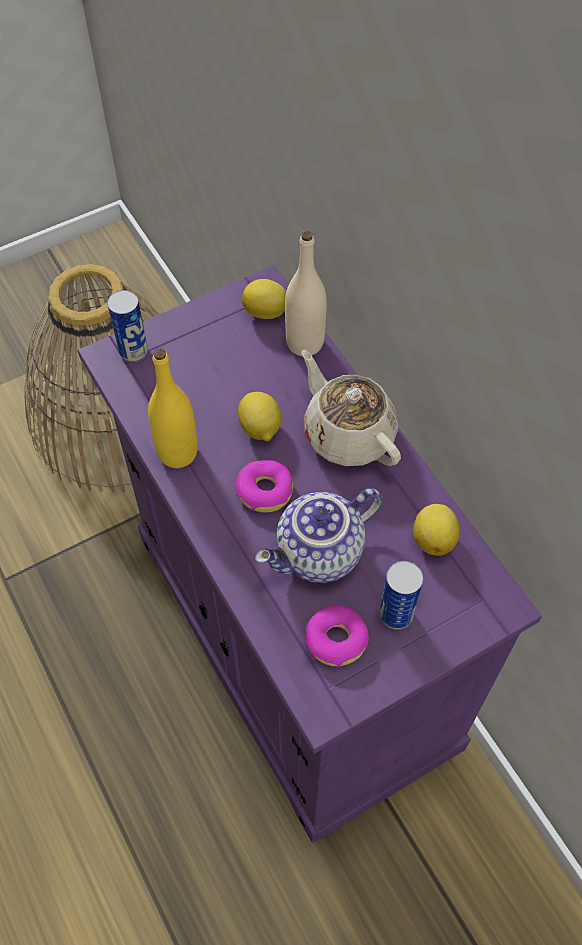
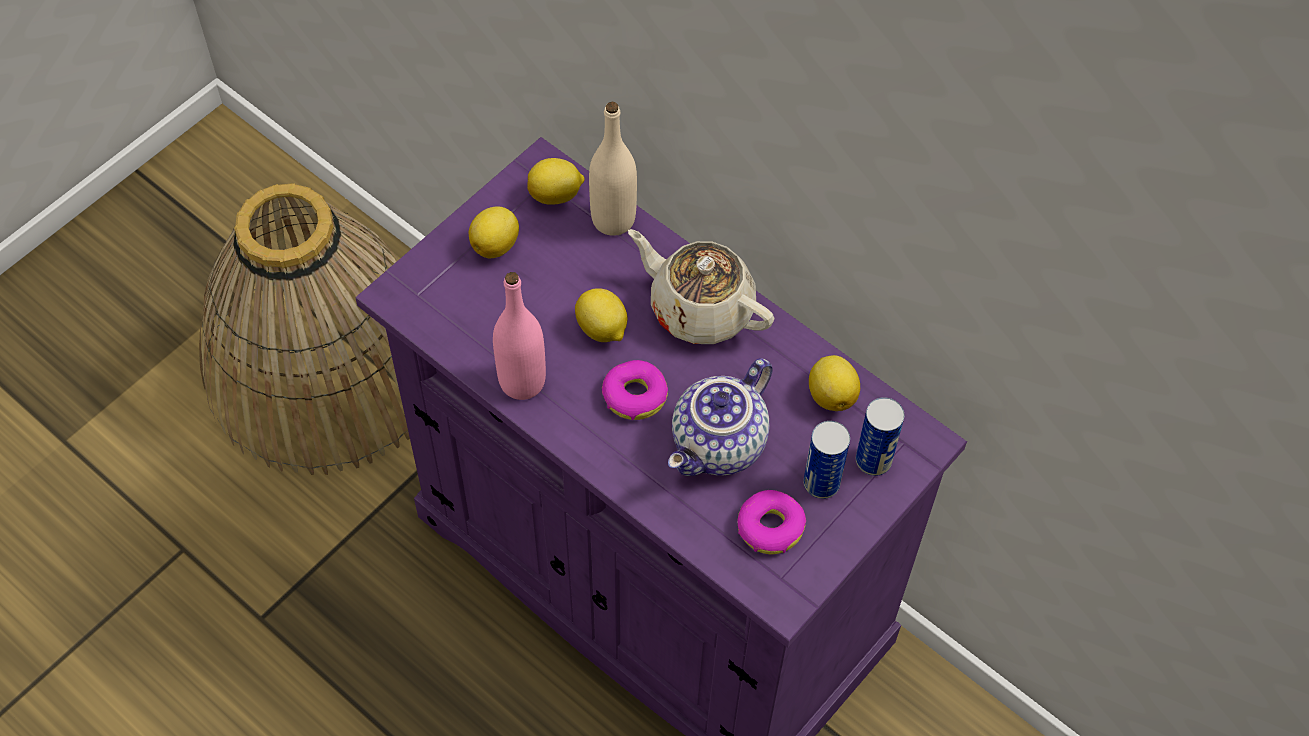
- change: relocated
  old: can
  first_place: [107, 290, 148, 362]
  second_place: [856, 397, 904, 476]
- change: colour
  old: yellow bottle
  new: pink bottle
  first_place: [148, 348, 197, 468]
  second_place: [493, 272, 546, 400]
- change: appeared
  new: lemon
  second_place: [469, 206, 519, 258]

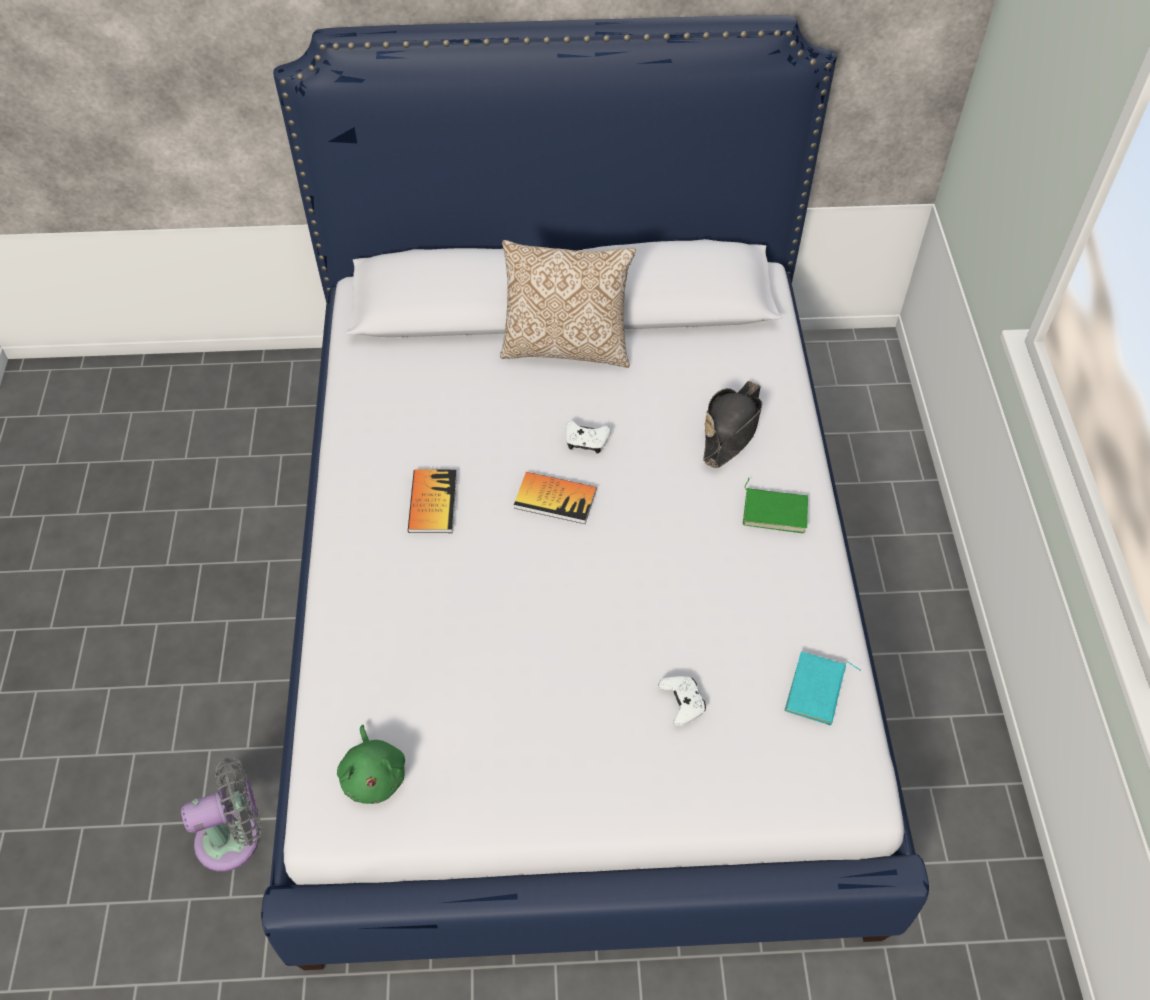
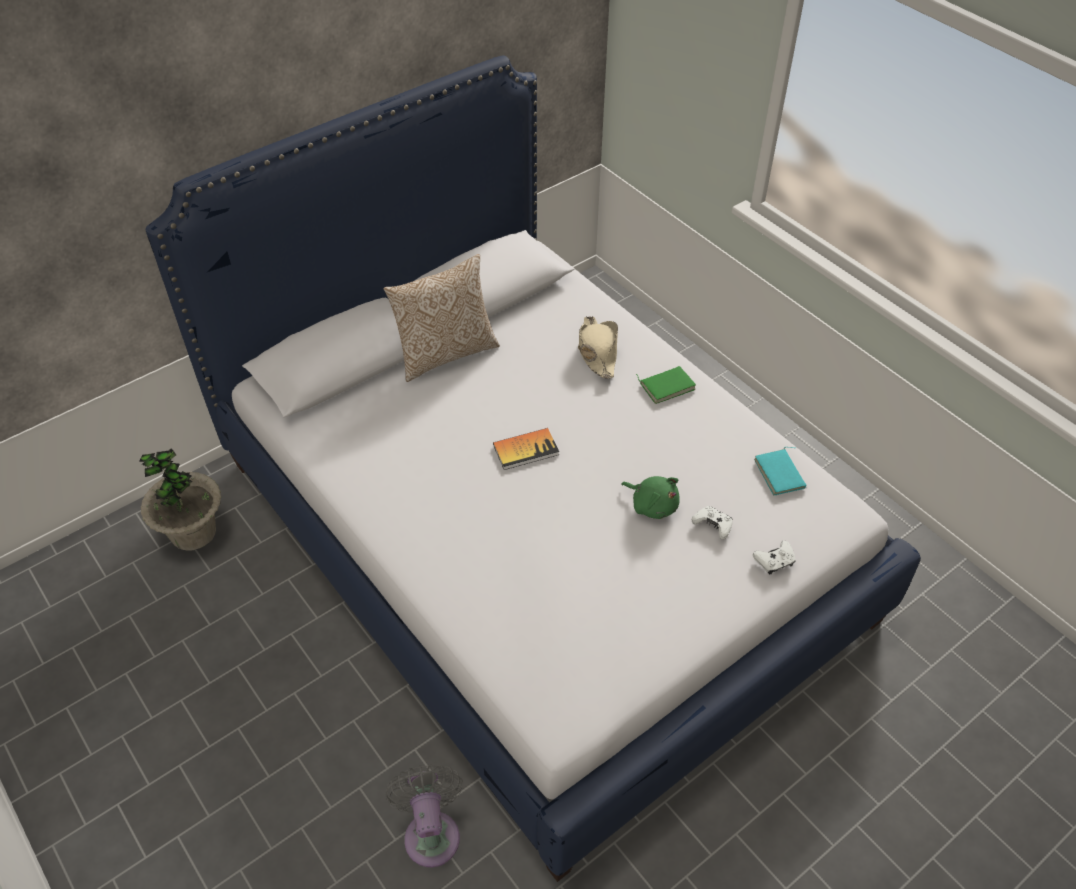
- change: spun
  old: grey fan
  first_place: [181, 758, 261, 872]
  second_place: [385, 765, 463, 867]
  degrees: -45
- change: relocated
  old: green plush toy
  first_place: [337, 725, 405, 804]
  second_place: [621, 476, 680, 519]
- change: missing
  old: book
  first_place: [408, 470, 457, 533]
- change: relocated
  old: white game controller
  first_place: [565, 421, 611, 454]
  second_place: [753, 540, 796, 574]
- change: colour
  old: black hat
  new: beige hat
  first_place: [703, 381, 763, 468]
  second_place: [578, 316, 618, 379]
- change: appeared
  new: potted plant
  second_place: [139, 448, 221, 551]

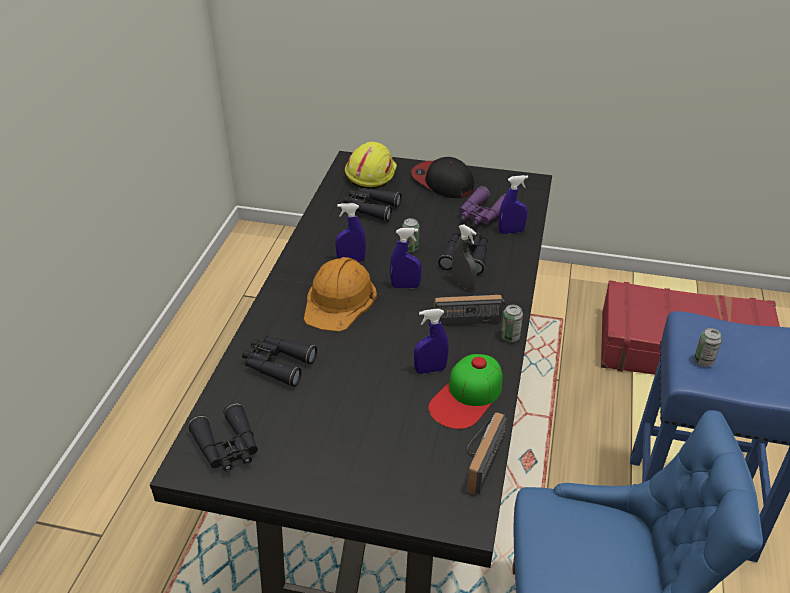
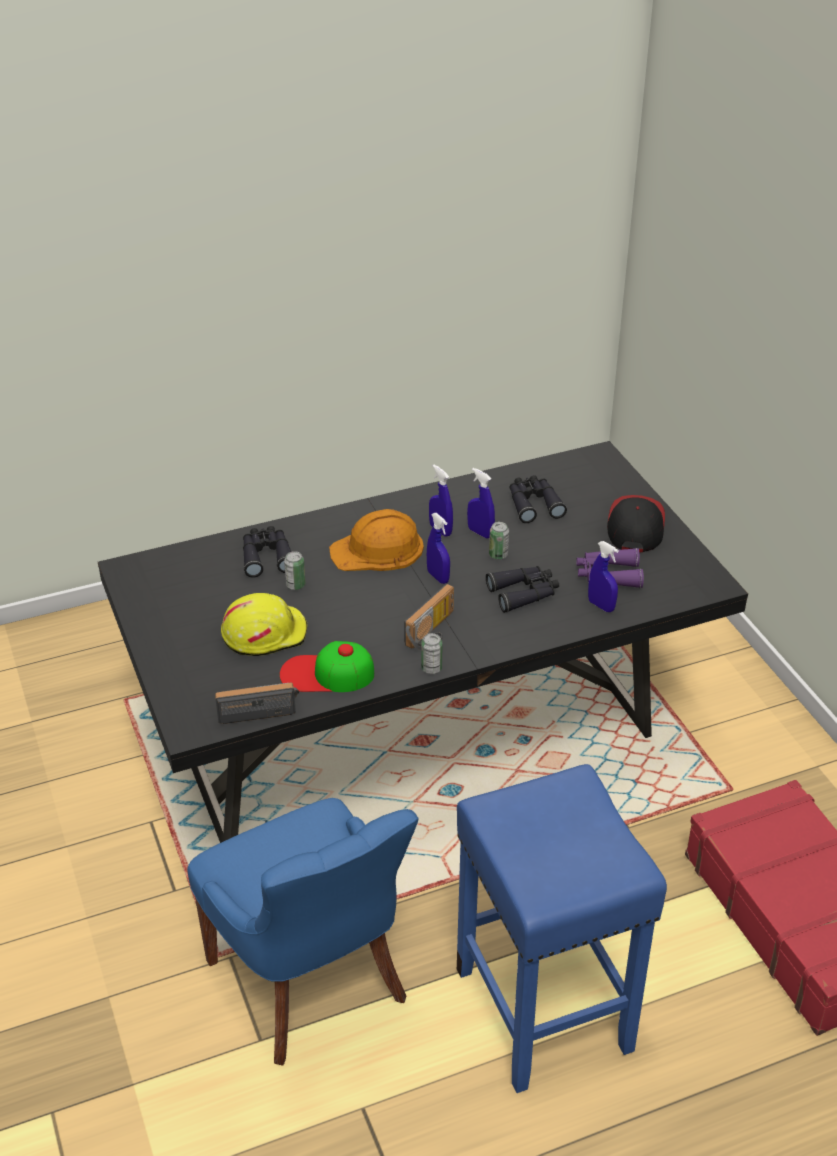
- change: missing
  old: black binoculars
  first_place: [187, 402, 258, 472]
- change: relocated
  old: yellow hard hat
  first_place: [345, 142, 397, 189]
  second_place: [221, 593, 307, 656]
- change: relocated
  old: blue spray bottle
  first_place: [414, 309, 449, 374]
  second_place: [467, 468, 495, 539]
- change: spun
  old: radio
  first_place: [434, 295, 506, 326]
  second_place: [404, 584, 454, 650]
  degrees: 75
- change: missing
  old: grey spray bottle
  first_place: [452, 224, 477, 290]
- change: relocated
  old: can
  first_place: [694, 328, 722, 367]
  second_place: [284, 551, 306, 590]

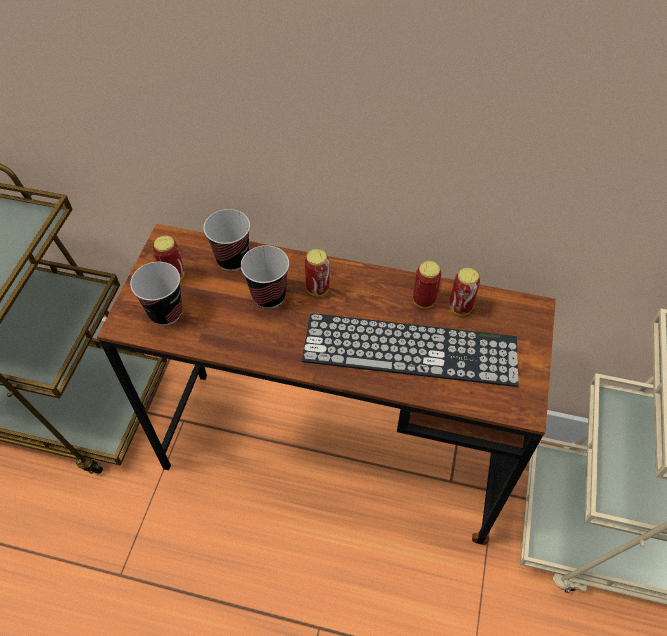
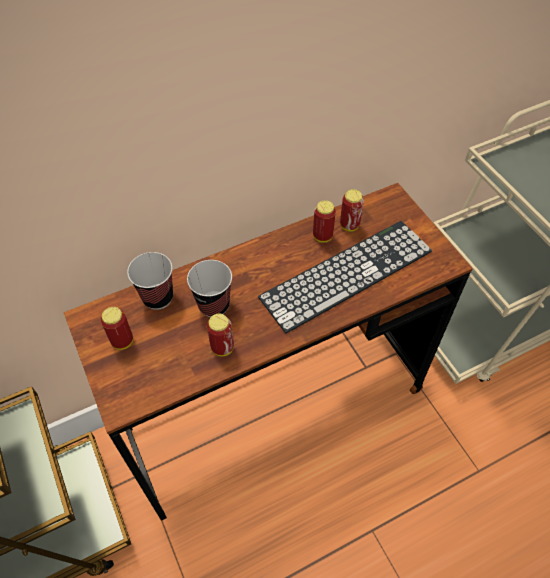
- change: missing
  old: cup
  first_place: [130, 262, 183, 325]
- change: relocated
  old: can
  first_place: [305, 249, 329, 296]
  second_place: [207, 314, 234, 356]

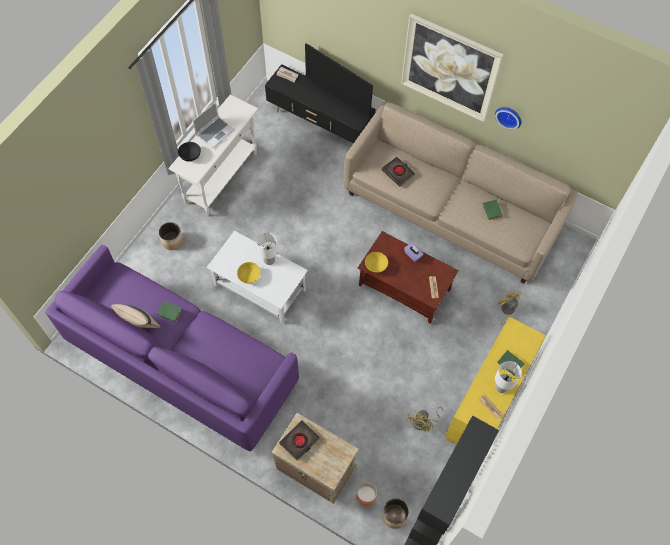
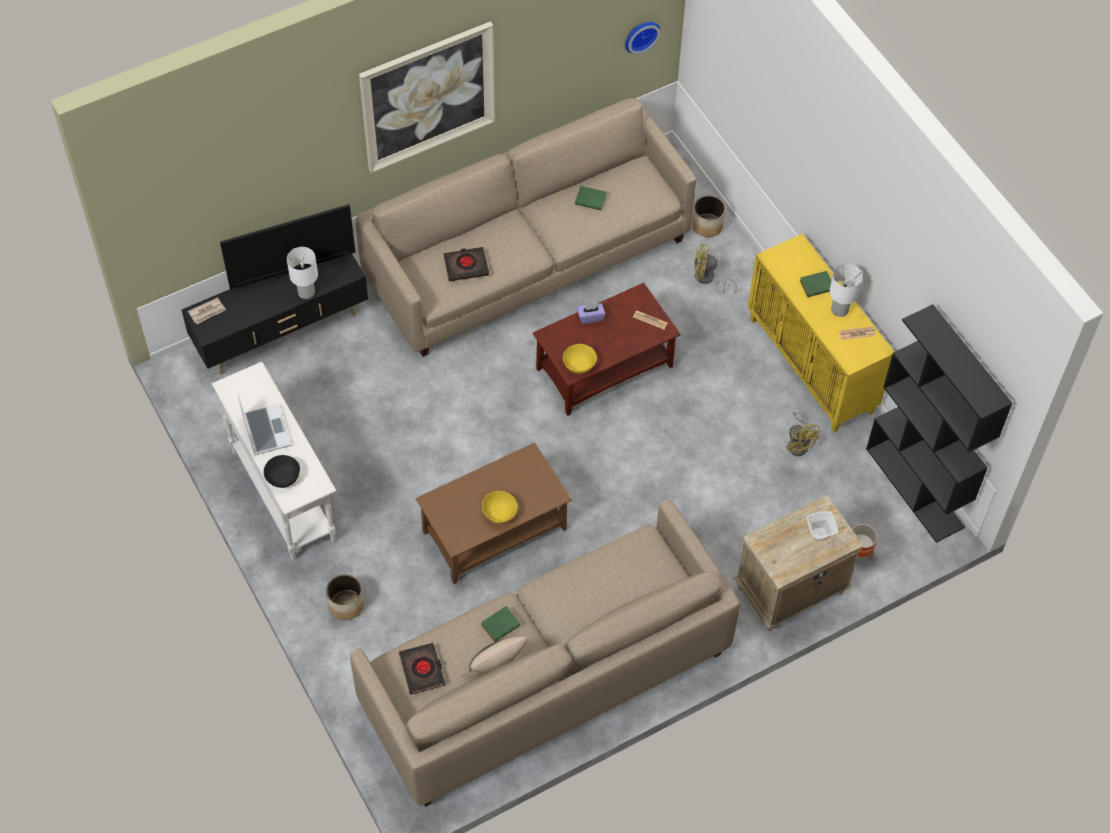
- change: colour
  old: purple sofa
  new: beige sofa
  first_place: [45, 245, 299, 451]
  second_place: [350, 499, 740, 807]
- change: colour
  old: white coffee table
  new: brown coffee table
  first_place: [207, 231, 308, 324]
  second_place: [416, 443, 572, 584]
- change: relocated
  old: white table lamp
  first_place: [257, 232, 278, 265]
  second_place: [287, 247, 318, 299]
- change: relocated
  old: black book
  first_place: [279, 420, 319, 461]
  second_place: [399, 643, 445, 695]
- change: relocated
  old: planter
  first_place: [382, 498, 409, 529]
  second_place: [692, 196, 725, 237]
- change: relocated
  old: wall clock
  first_place: [495, 107, 522, 130]
  second_place: [625, 22, 660, 54]
- change: appeared
  new: bowl
  second_place: [807, 511, 838, 541]

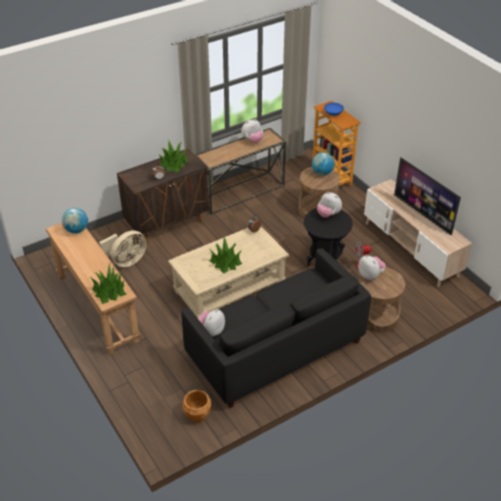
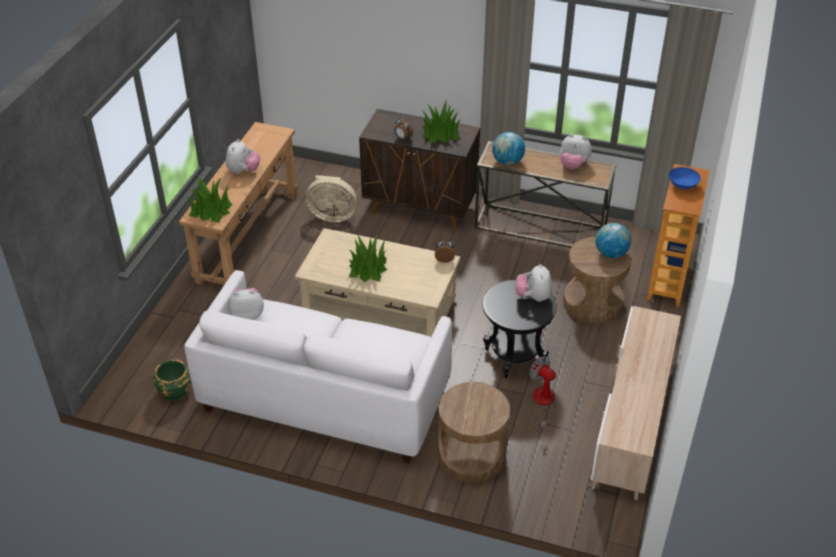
- change: relocated
  old: globe
  first_place: [62, 208, 88, 234]
  second_place: [492, 132, 525, 165]
- change: colour
  old: black sofa
  new: white sofa
  first_place: [181, 248, 371, 408]
  second_place: [184, 270, 452, 463]
- change: colour
  old: brown planter
  new: green planter
  first_place: [182, 390, 211, 422]
  second_place: [153, 359, 191, 401]
- change: relocated
  old: plush toy
  first_place: [358, 254, 386, 280]
  second_place: [226, 139, 260, 174]
- change: missing
  old: television
  first_place: [394, 157, 461, 236]

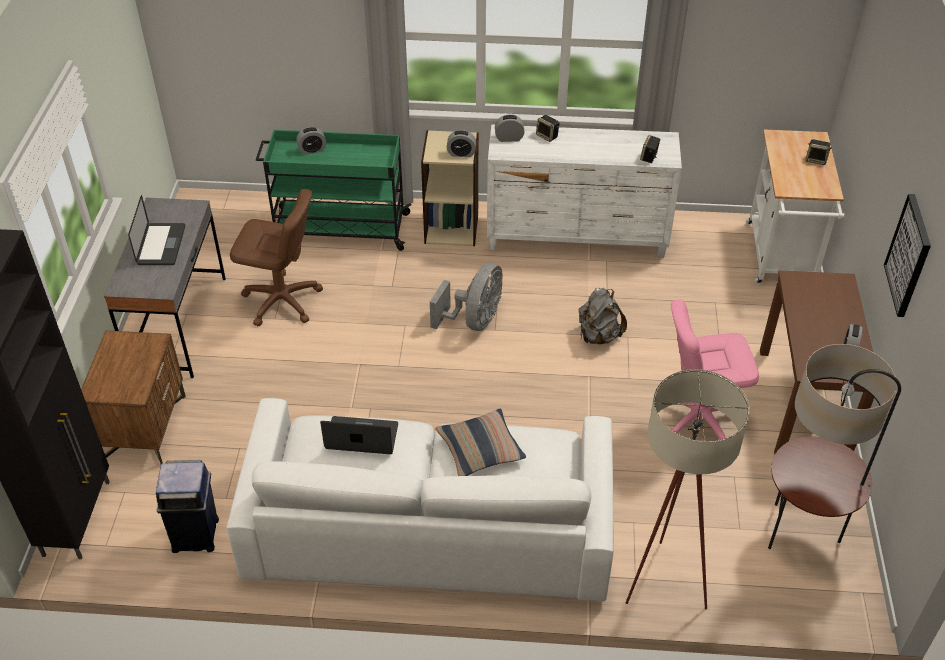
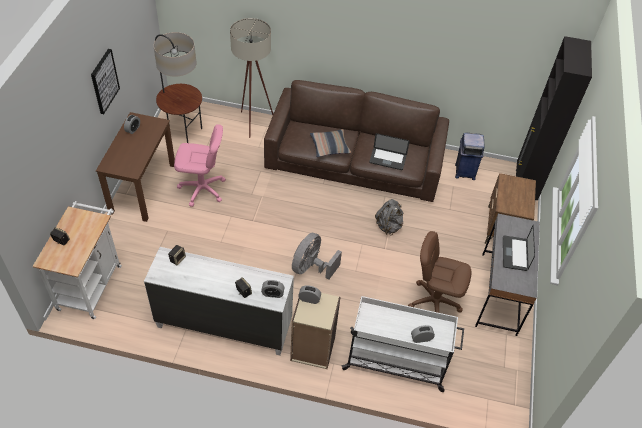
- change: colour
  old: white sofa
  new: brown sofa
  first_place: [226, 398, 614, 601]
  second_place: [264, 80, 449, 202]
- change: colour
  old: green cart
  new: white cart
  first_place: [256, 130, 411, 251]
  second_place: [341, 296, 464, 392]
- change: relocated
  old: grey backpack
  first_place: [579, 288, 627, 344]
  second_place: [375, 199, 403, 235]

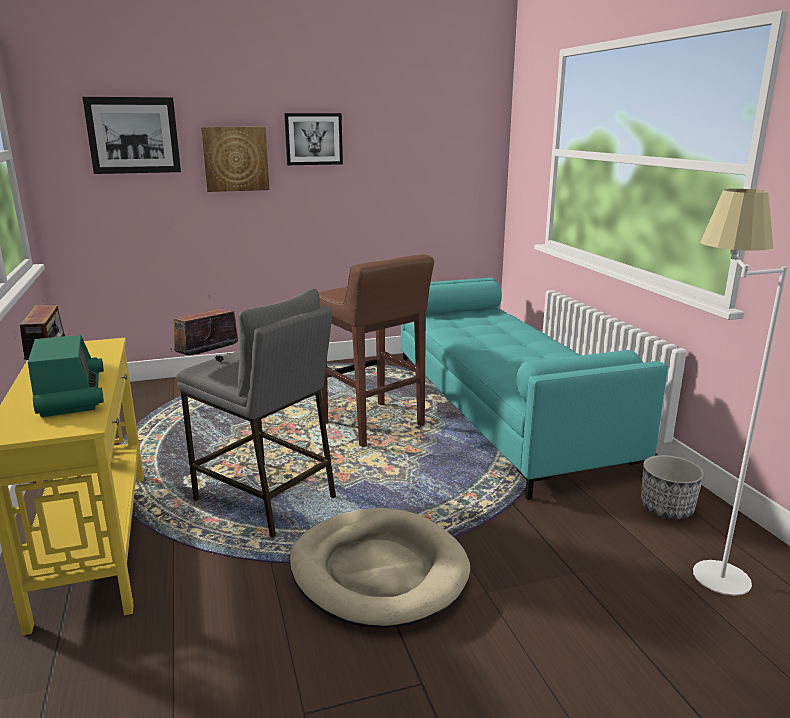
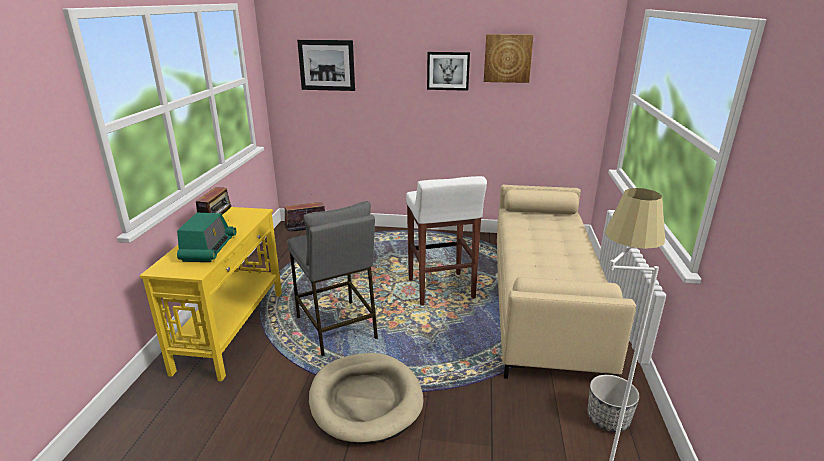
- change: relocated
  old: picture
  first_place: [201, 127, 269, 192]
  second_place: [484, 34, 534, 83]
- change: colour
  old: brown stool
  new: white stool
  first_place: [318, 254, 434, 447]
  second_place: [406, 176, 487, 306]
- change: colour
  old: turquoise sofa
  new: beige sofa
  first_place: [401, 277, 668, 500]
  second_place: [497, 185, 636, 379]

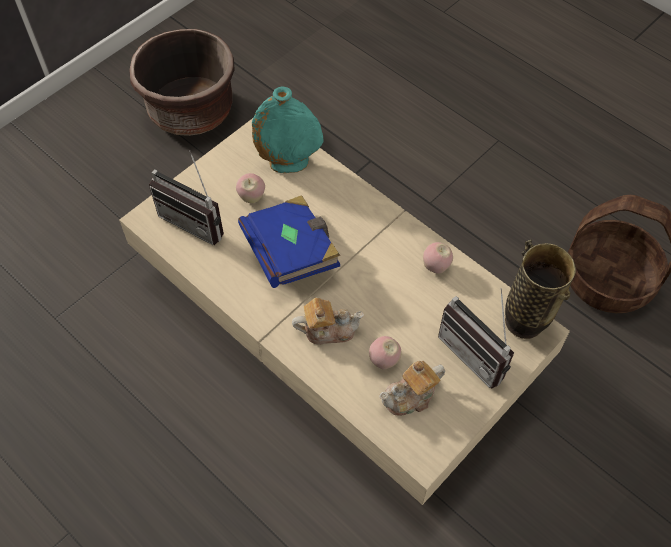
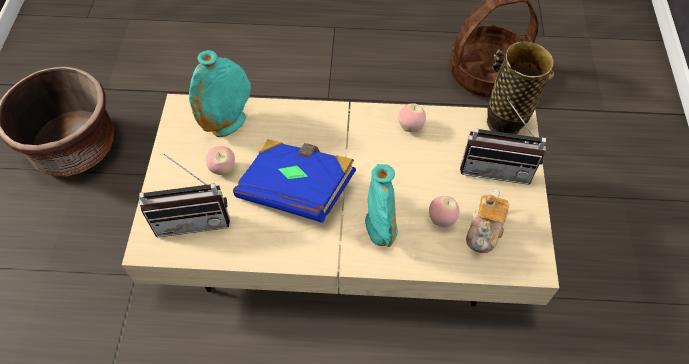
- change: exchanged
  old: teapot
  new: turquoise vase
  first_place: [292, 298, 364, 345]
  second_place: [365, 164, 398, 247]

